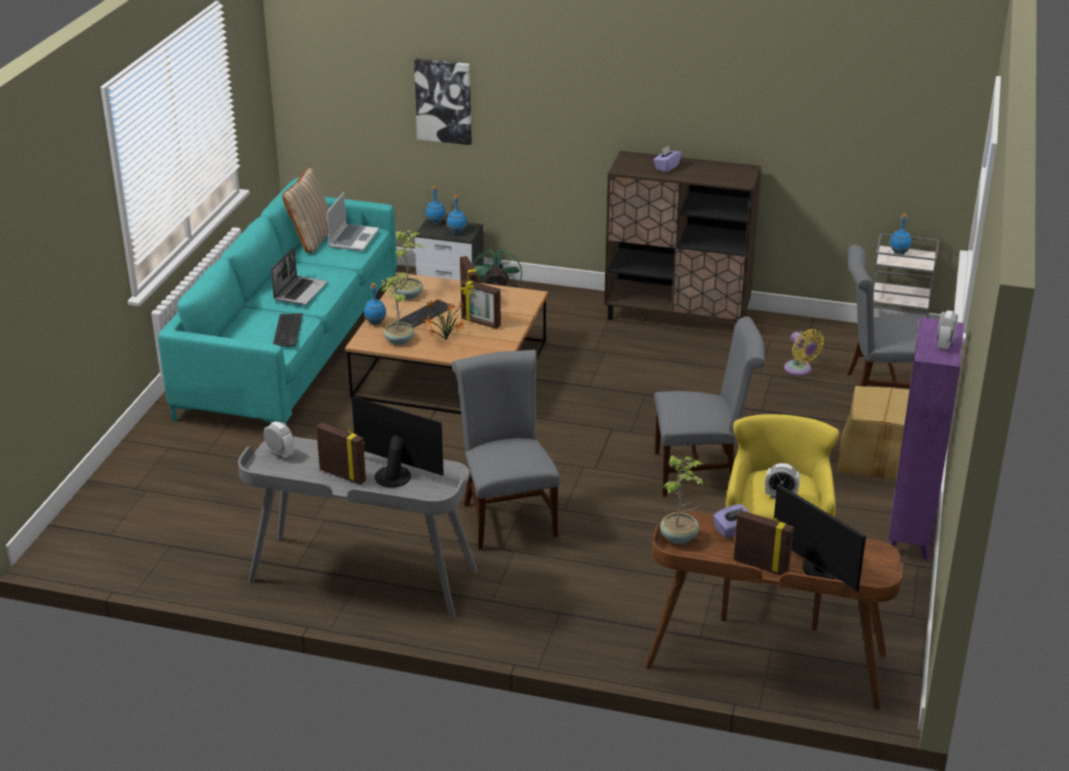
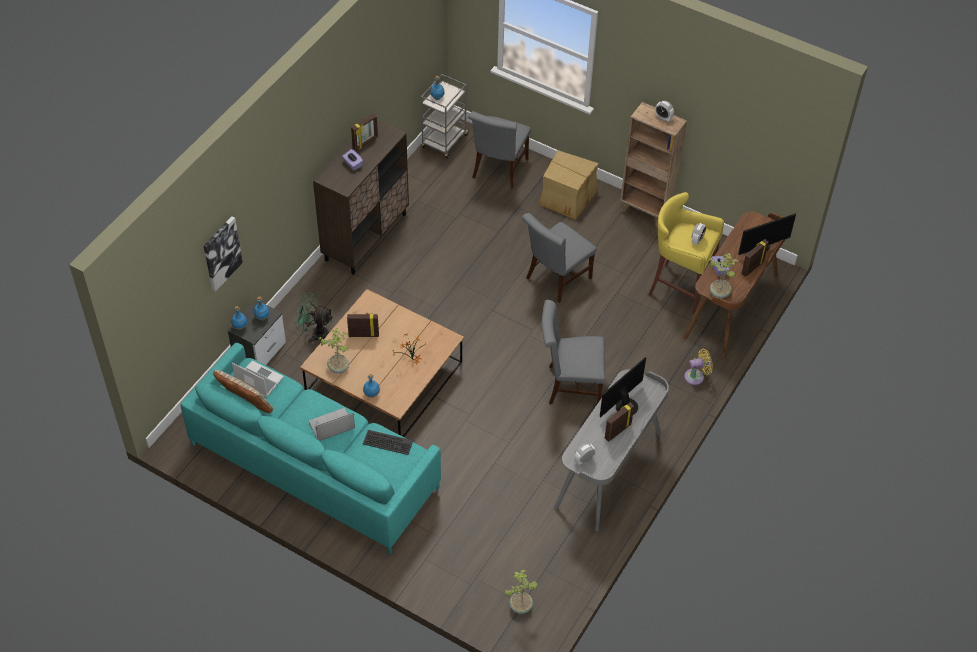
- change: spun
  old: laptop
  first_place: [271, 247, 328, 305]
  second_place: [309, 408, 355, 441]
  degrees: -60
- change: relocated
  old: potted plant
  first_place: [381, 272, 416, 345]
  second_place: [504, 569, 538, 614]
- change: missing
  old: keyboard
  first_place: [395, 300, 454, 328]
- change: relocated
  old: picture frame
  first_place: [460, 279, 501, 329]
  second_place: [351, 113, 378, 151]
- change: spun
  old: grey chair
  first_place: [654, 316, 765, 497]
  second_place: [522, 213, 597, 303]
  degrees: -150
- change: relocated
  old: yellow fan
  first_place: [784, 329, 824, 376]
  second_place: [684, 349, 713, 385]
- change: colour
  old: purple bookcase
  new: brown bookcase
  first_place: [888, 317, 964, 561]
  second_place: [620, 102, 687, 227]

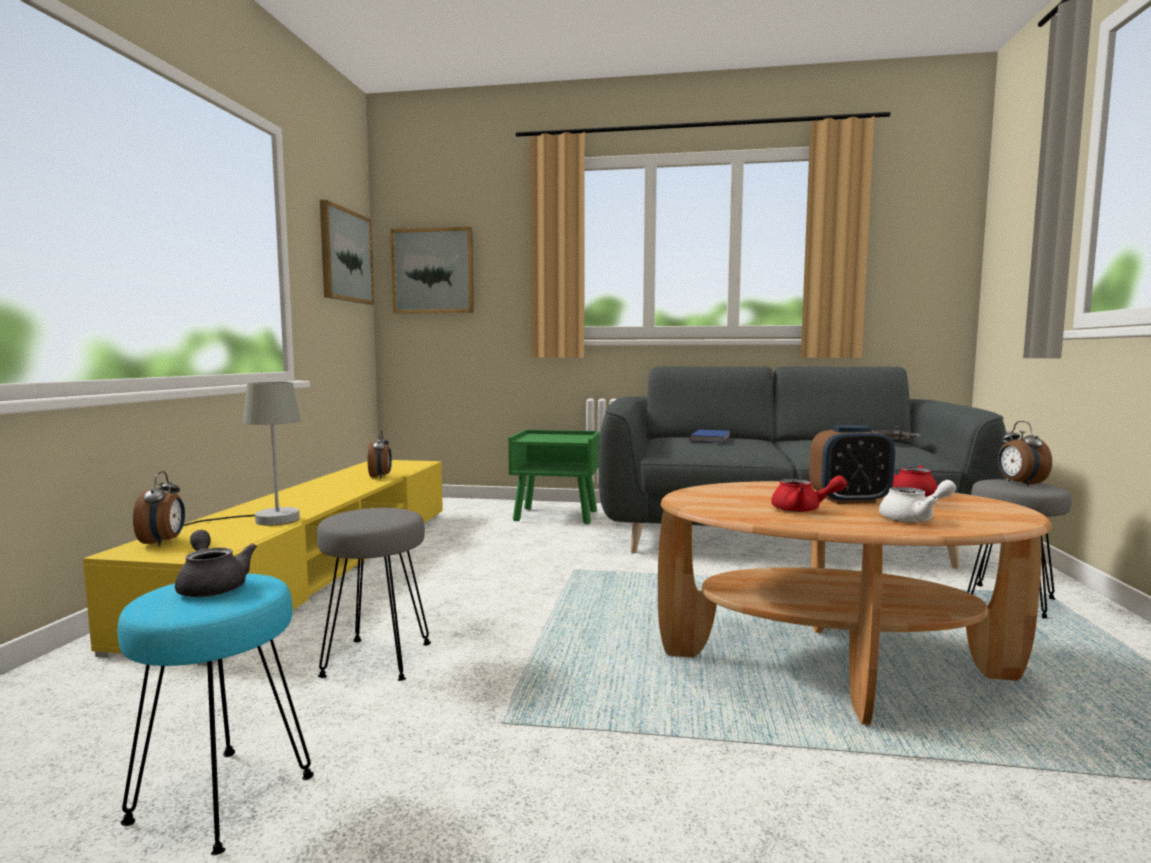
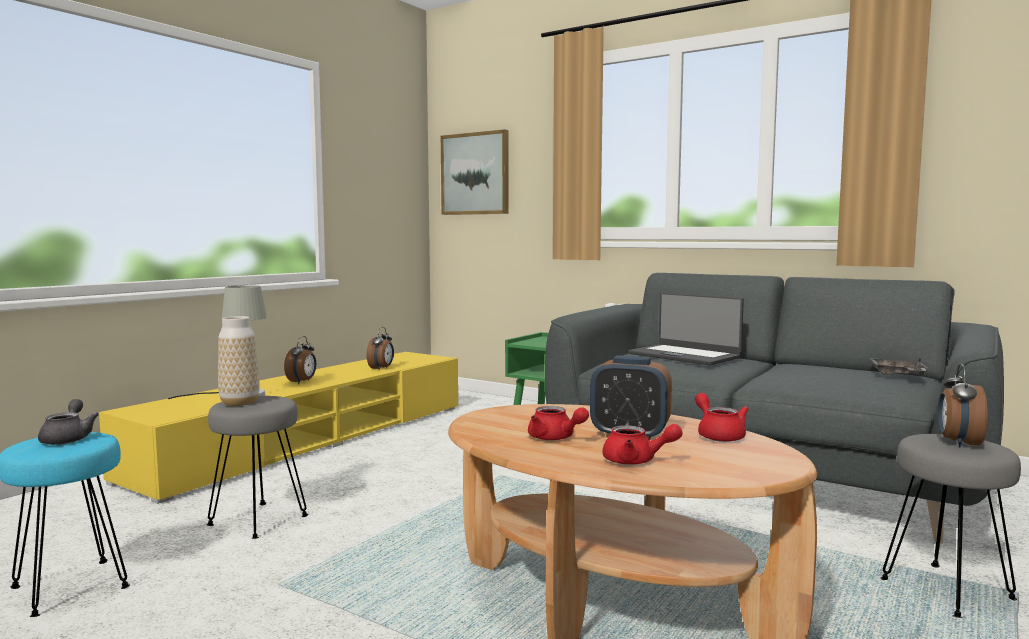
- change: relocated
  old: alarm clock
  first_place: [133, 471, 185, 546]
  second_place: [284, 336, 316, 384]
- change: missing
  old: picture
  first_place: [320, 200, 374, 304]
- change: exchanged
  old: blue book
  new: laptop
  first_place: [689, 429, 730, 443]
  second_place: [628, 292, 744, 365]
- change: colour
  old: white teapot
  new: red teapot
  first_place: [879, 480, 956, 523]
  second_place: [602, 424, 683, 465]
- change: appeared
  new: vase
  second_place: [218, 316, 260, 406]

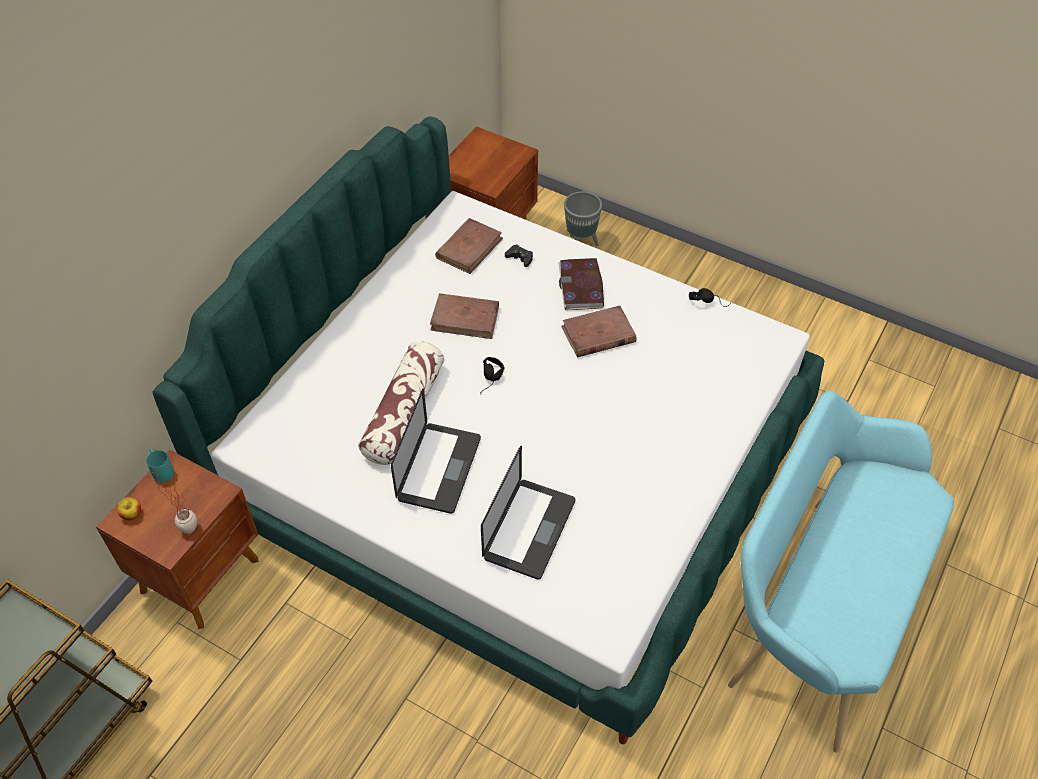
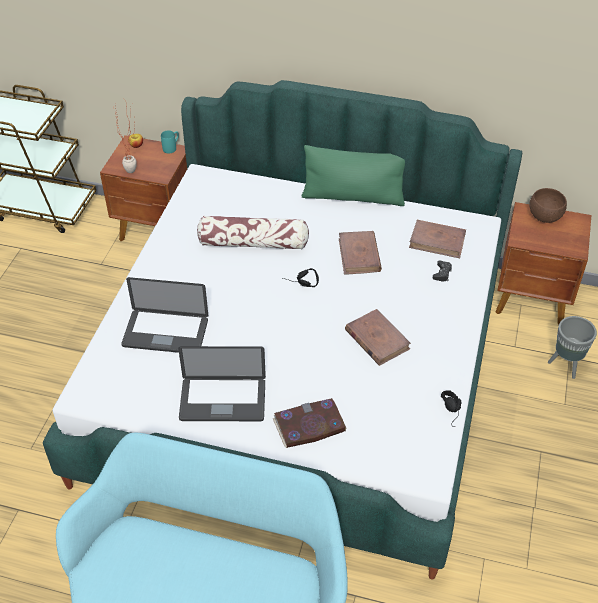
- change: relocated
  old: laptop
  first_place: [391, 389, 481, 514]
  second_place: [178, 346, 266, 421]
- change: relocated
  old: book
  first_place: [558, 258, 604, 310]
  second_place: [273, 398, 347, 448]
- change: appeared
  new: green pillow
  second_place: [302, 145, 405, 206]
- change: appeared
  new: brown bowl
  second_place: [529, 188, 567, 223]

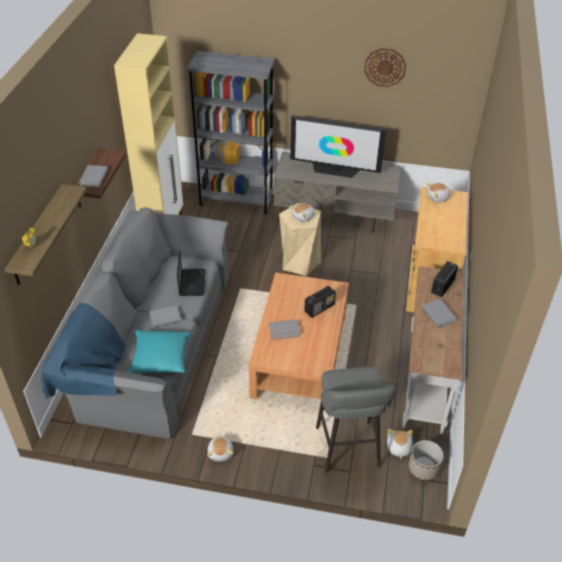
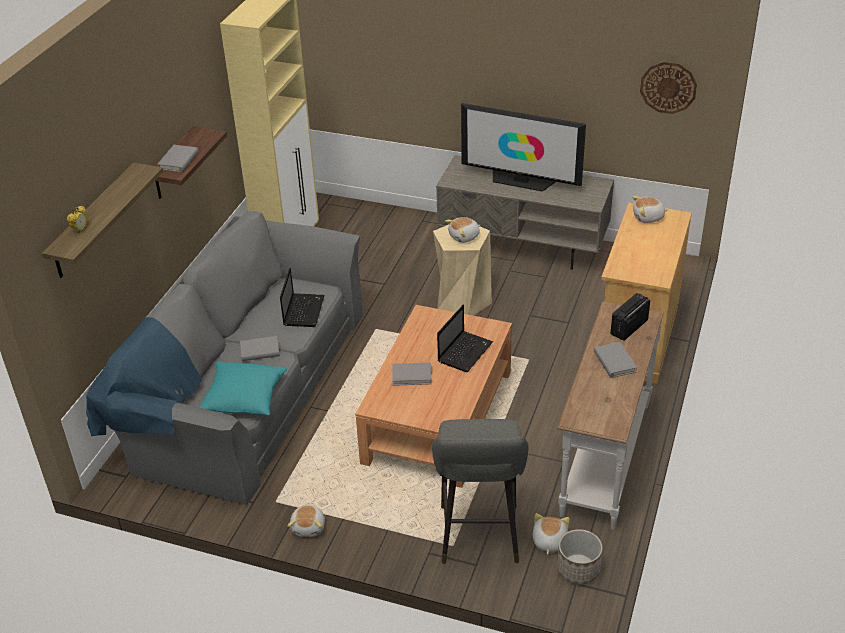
- change: missing
  old: grey bookcase
  first_place: [187, 51, 275, 215]
- change: exchanged
  old: radio
  new: laptop
  first_place: [304, 286, 336, 318]
  second_place: [437, 305, 493, 372]
- change: relocated
  old: wall clock
  first_place: [364, 48, 406, 87]
  second_place: [640, 62, 697, 114]

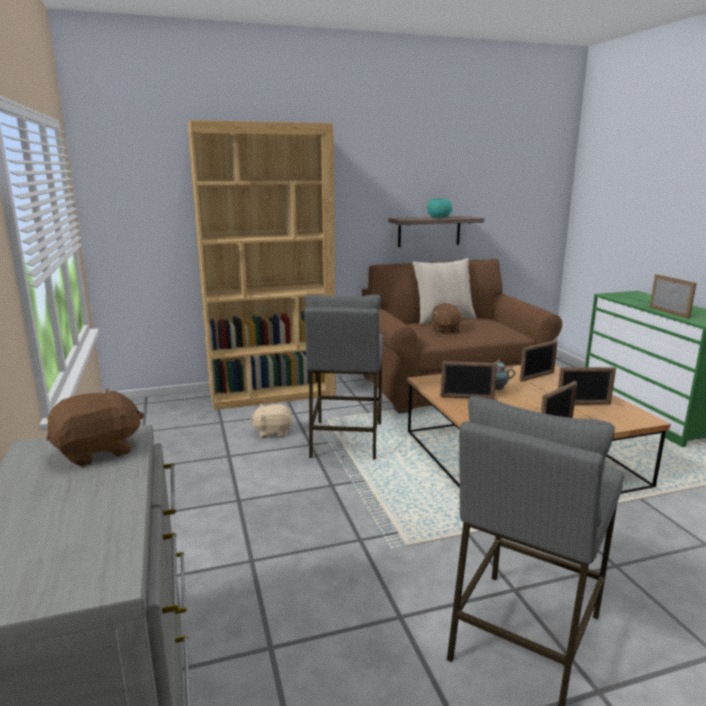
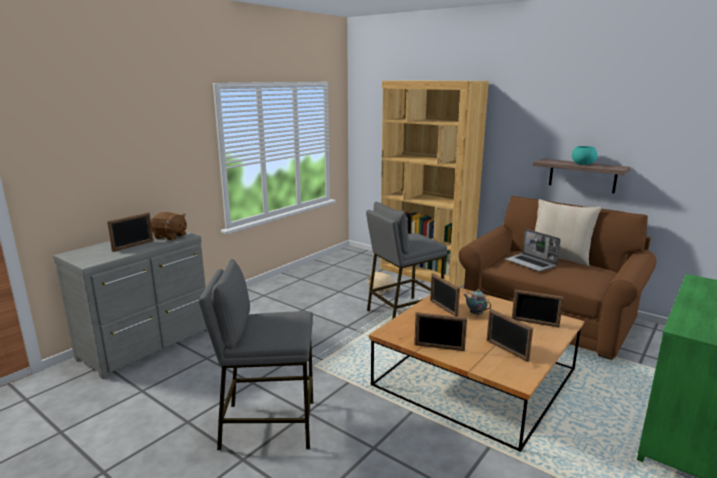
- change: exchanged
  old: brown plush toy
  new: laptop
  first_place: [432, 303, 463, 333]
  second_place: [506, 229, 561, 272]
- change: relocated
  old: picture frame
  first_place: [650, 274, 697, 319]
  second_place: [107, 212, 153, 252]

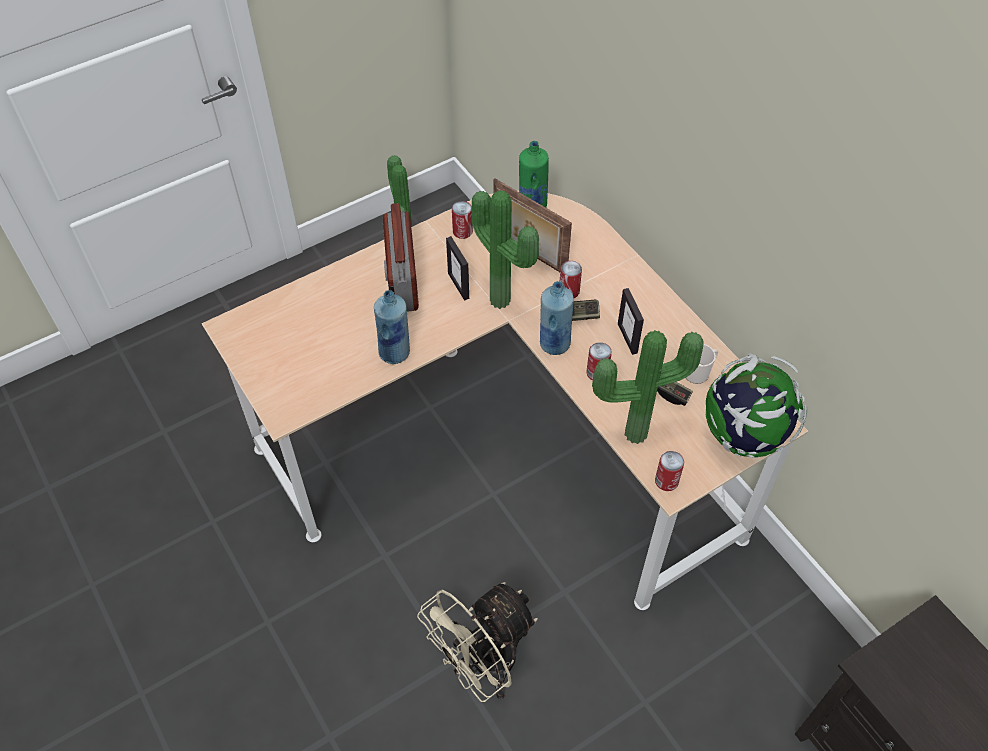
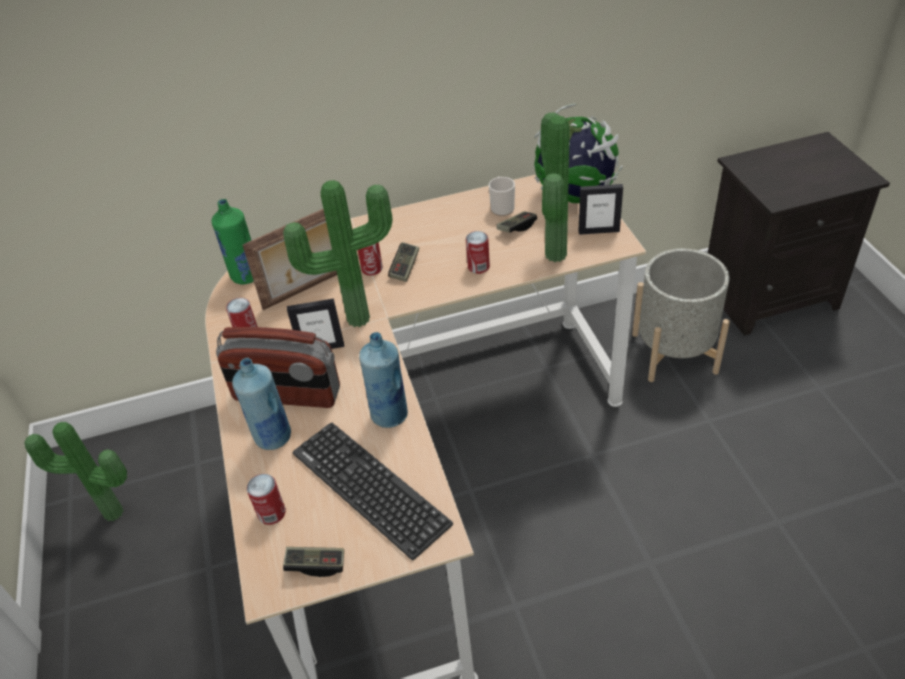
- change: missing
  old: beige fan
  first_place: [417, 582, 538, 702]
- change: relocated
  old: blue bottle
  first_place: [540, 281, 574, 355]
  second_place: [232, 358, 291, 450]
- change: relocated
  old: picture frame
  first_place: [618, 288, 644, 355]
  second_place: [578, 184, 623, 235]
- change: relocated
  old: can
  first_place: [655, 451, 684, 491]
  second_place: [247, 474, 286, 525]
- change: appeared
  new: game controller
  second_place: [283, 547, 344, 577]
- change: appeared
  new: keyboard
  second_place: [293, 423, 453, 560]
- change: appeared
  new: grey planter
  second_place: [632, 248, 730, 382]

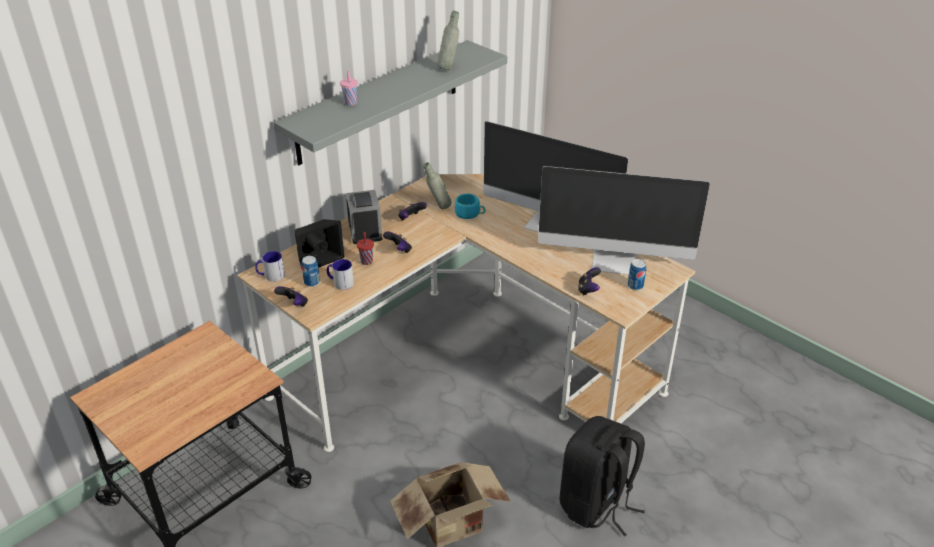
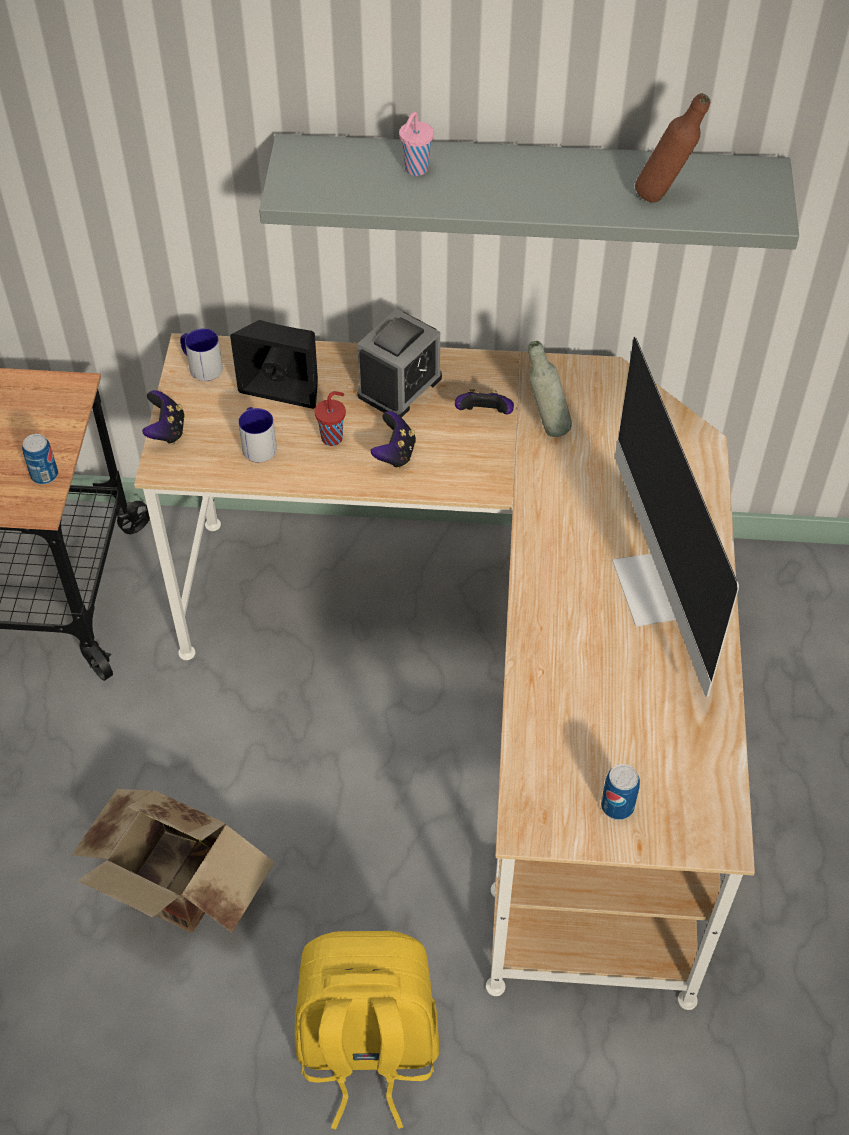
- change: relocated
  old: can
  first_place: [302, 256, 320, 287]
  second_place: [22, 434, 58, 485]
- change: colour
  old: grey bottle
  new: brown bottle
  first_place: [437, 11, 459, 70]
  second_place: [635, 93, 711, 202]
- change: missing
  old: turquoise cup
  first_place: [455, 194, 486, 219]
- change: missing
  old: monitor
  first_place: [538, 166, 710, 275]
- change: colour
  old: black backpack
  new: yellow backpack
  first_place: [560, 416, 645, 536]
  second_place: [295, 931, 439, 1130]
- change: missing
  old: game controller
  first_place: [578, 267, 601, 296]

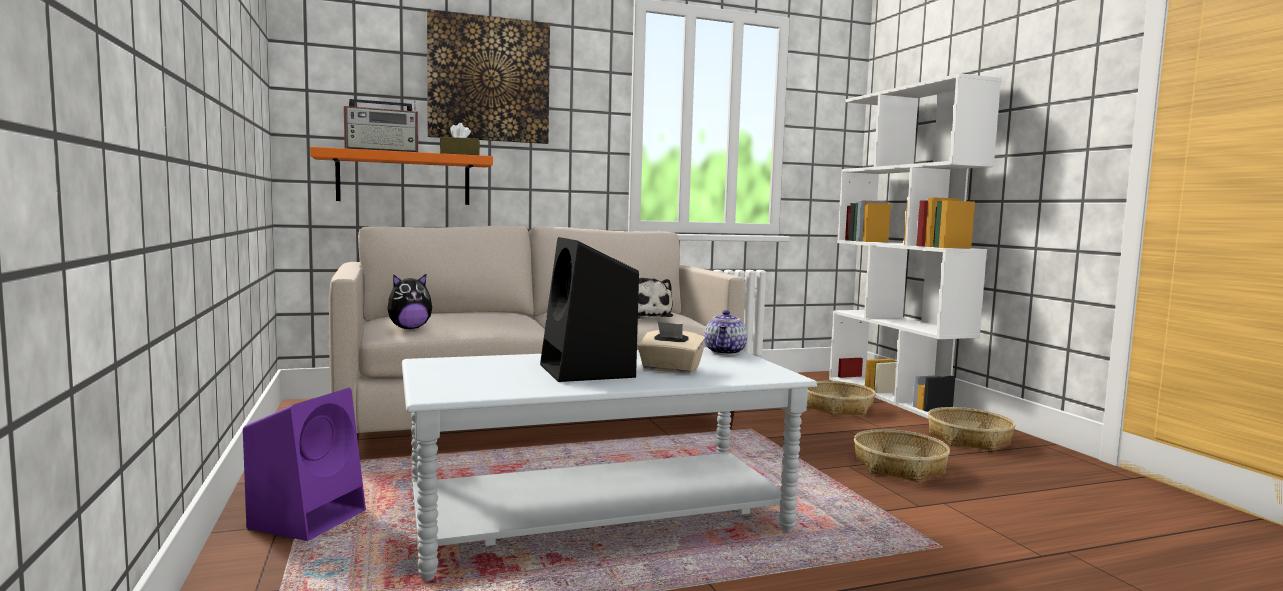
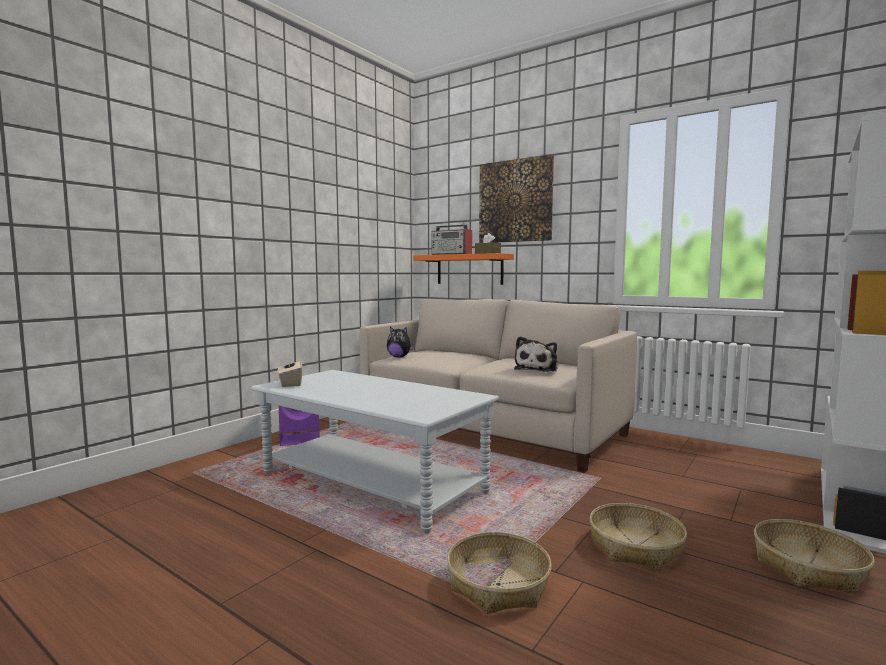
- change: missing
  old: black speaker
  first_place: [540, 237, 639, 382]
- change: relocated
  old: beige tissue box
  first_place: [637, 322, 706, 373]
  second_place: [278, 355, 303, 387]
- change: missing
  old: teapot
  first_place: [704, 310, 747, 355]
- change: relocated
  old: basket
  first_place: [807, 381, 876, 415]
  second_place: [447, 532, 552, 614]

